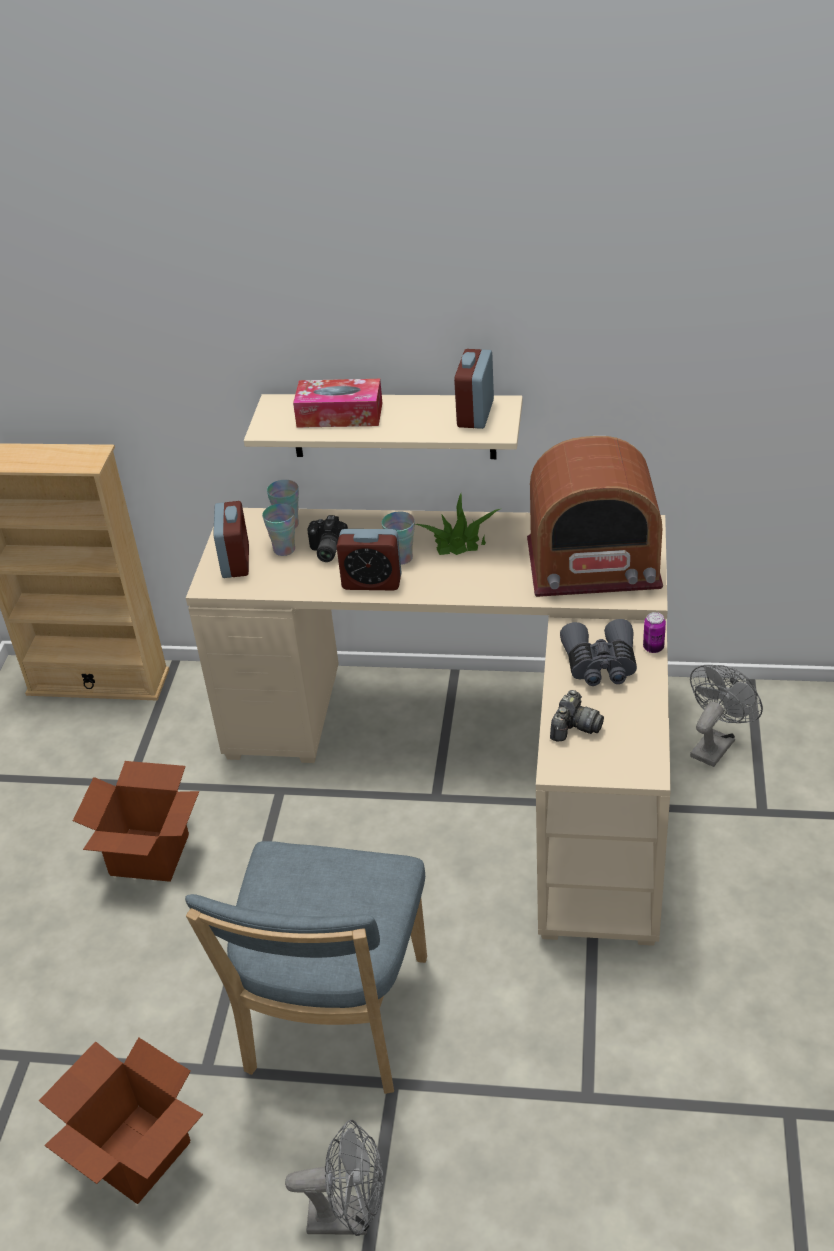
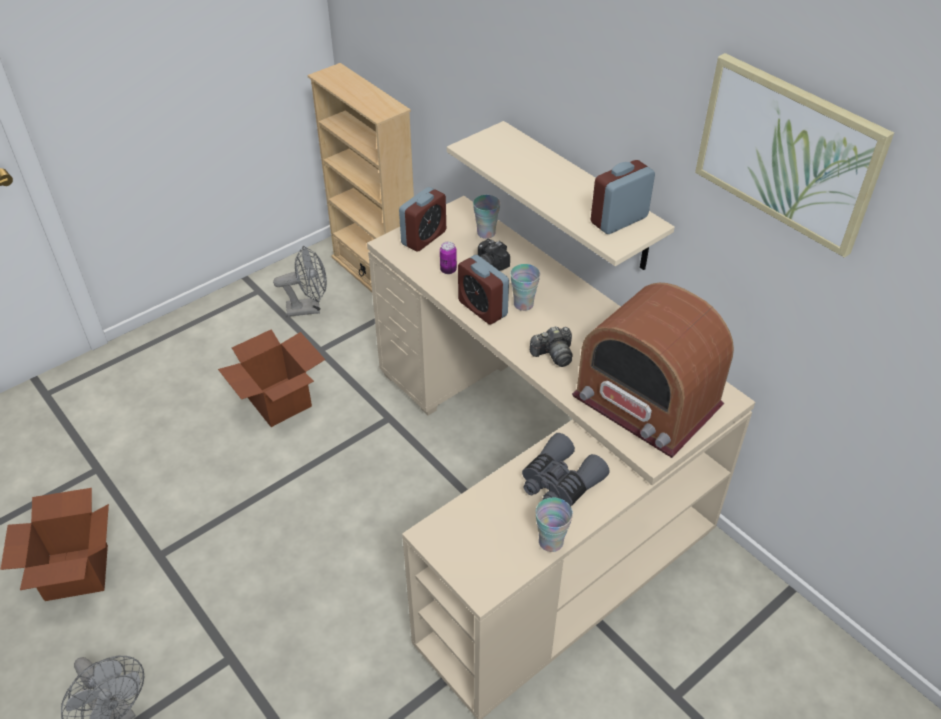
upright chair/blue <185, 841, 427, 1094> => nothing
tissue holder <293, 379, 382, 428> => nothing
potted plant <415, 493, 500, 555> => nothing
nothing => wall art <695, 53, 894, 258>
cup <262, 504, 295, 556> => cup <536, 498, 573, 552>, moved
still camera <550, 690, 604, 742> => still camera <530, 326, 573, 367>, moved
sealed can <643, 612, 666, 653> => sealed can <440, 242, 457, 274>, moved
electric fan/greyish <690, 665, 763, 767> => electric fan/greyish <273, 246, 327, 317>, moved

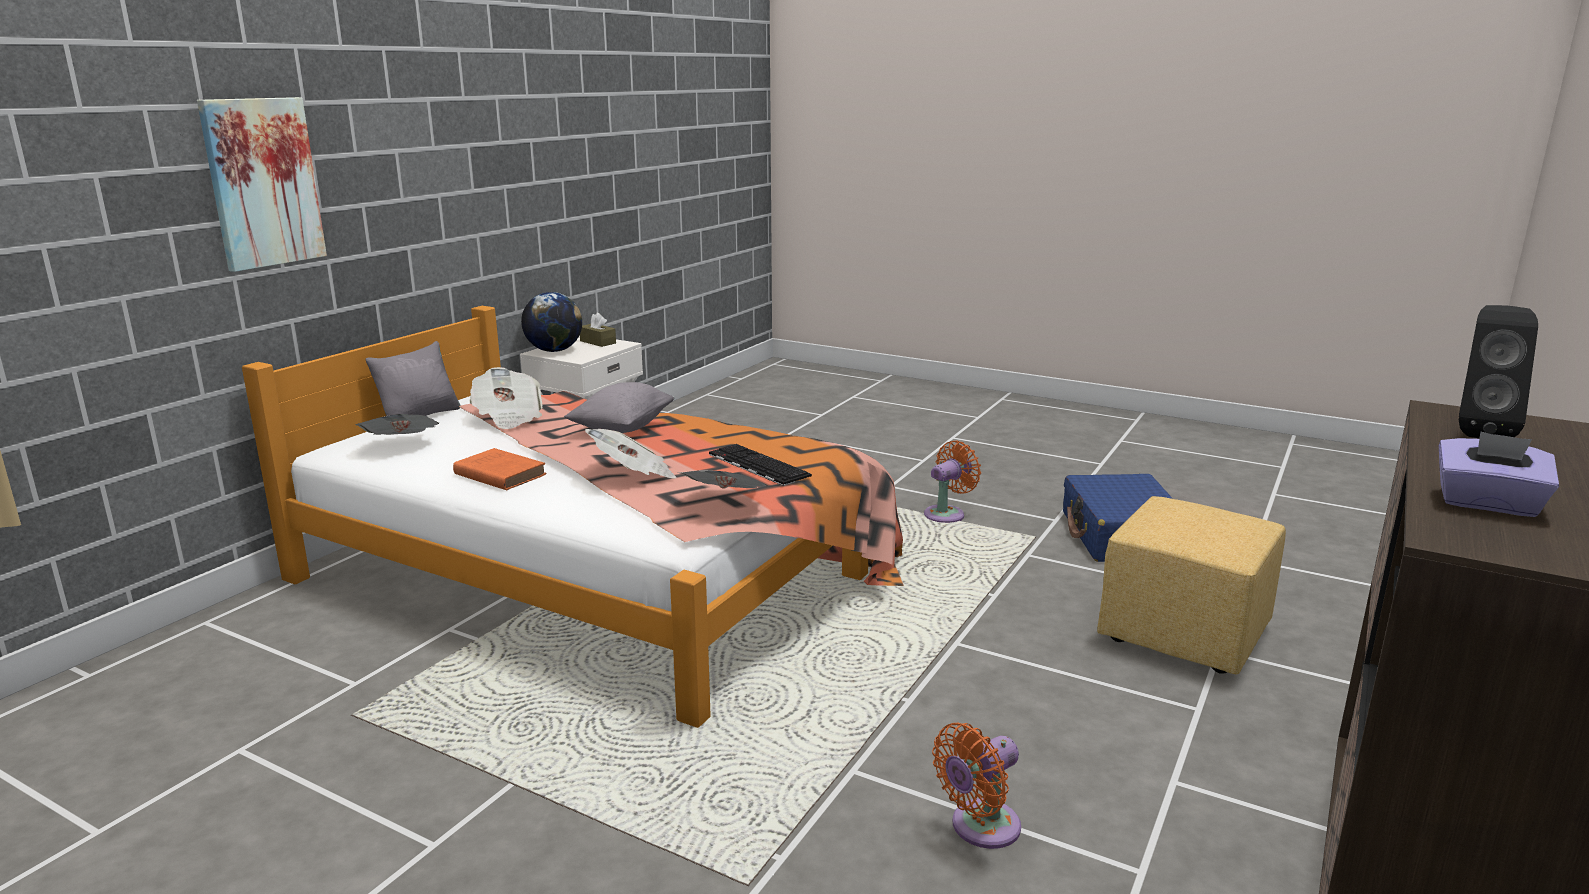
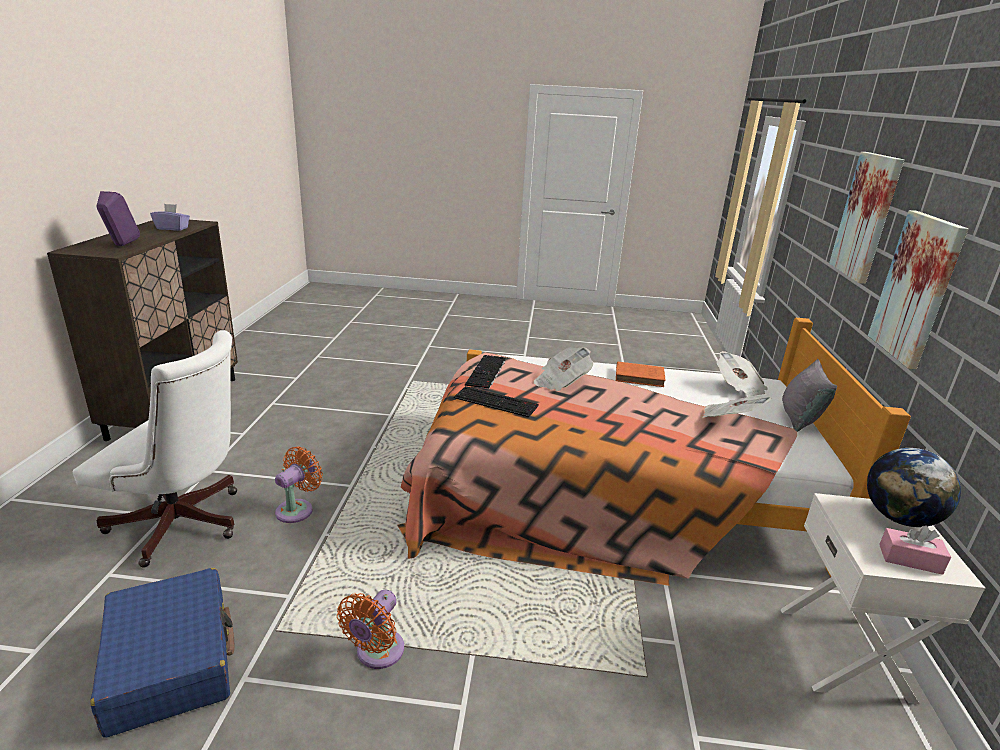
cushion/greyish <564, 382, 674, 433> => nothing
nothing => wall art <868, 210, 968, 369>
electric fan/orange <932, 722, 1021, 849> => electric fan/orange <275, 446, 323, 523>, moved
daily paper <677, 470, 767, 489> => PC keyboard <465, 355, 506, 389>
pouffe/yellow-coloured <1097, 496, 1286, 674> => desk chair/whitish <73, 330, 237, 568>
tissue holder/brown-coloured <580, 313, 616, 347> => tissue holder/pink <879, 525, 951, 575>
loudspeaker/black <1459, 305, 1538, 439> => loudspeaker/purple <96, 191, 140, 246>

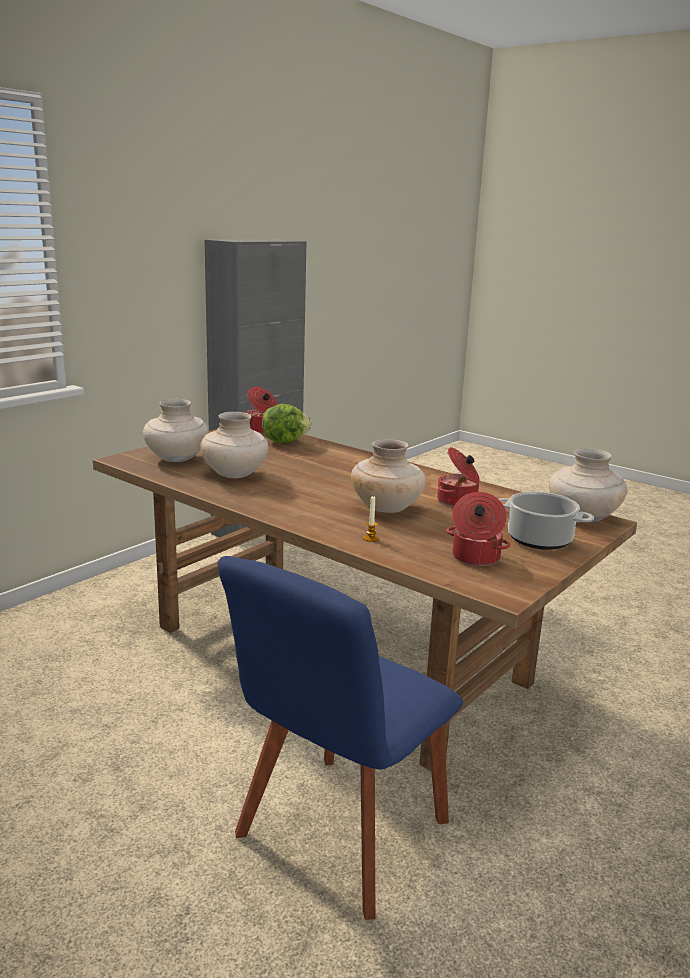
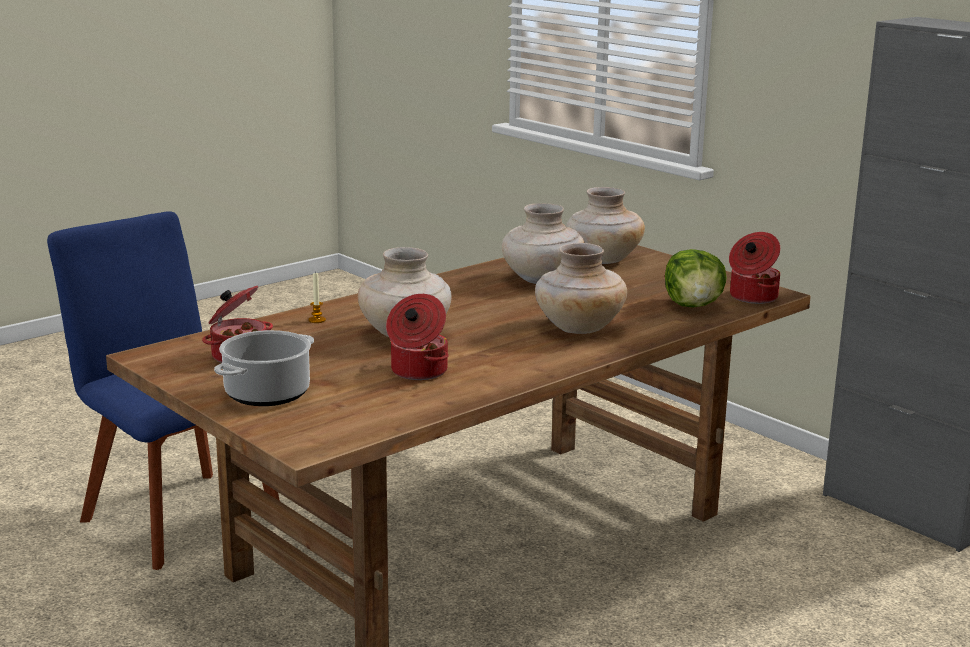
vase/beige-coloured <549, 448, 627, 523> => vase/beige-coloured <535, 243, 627, 334>, moved

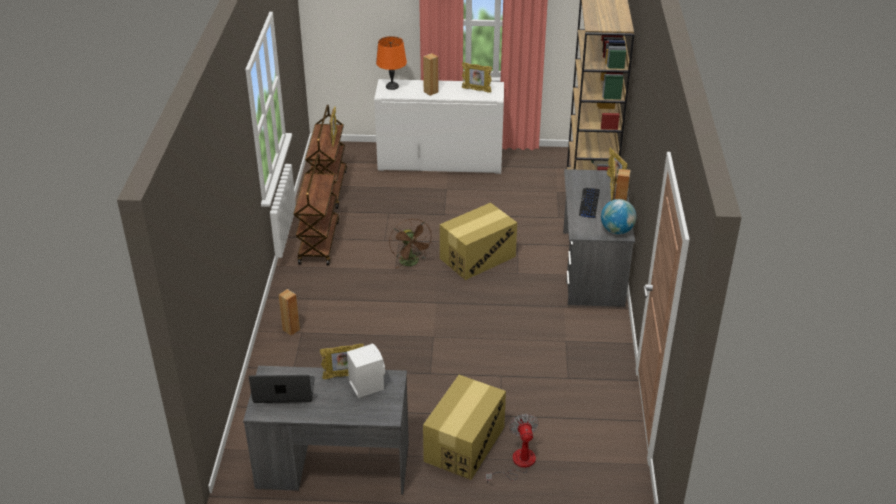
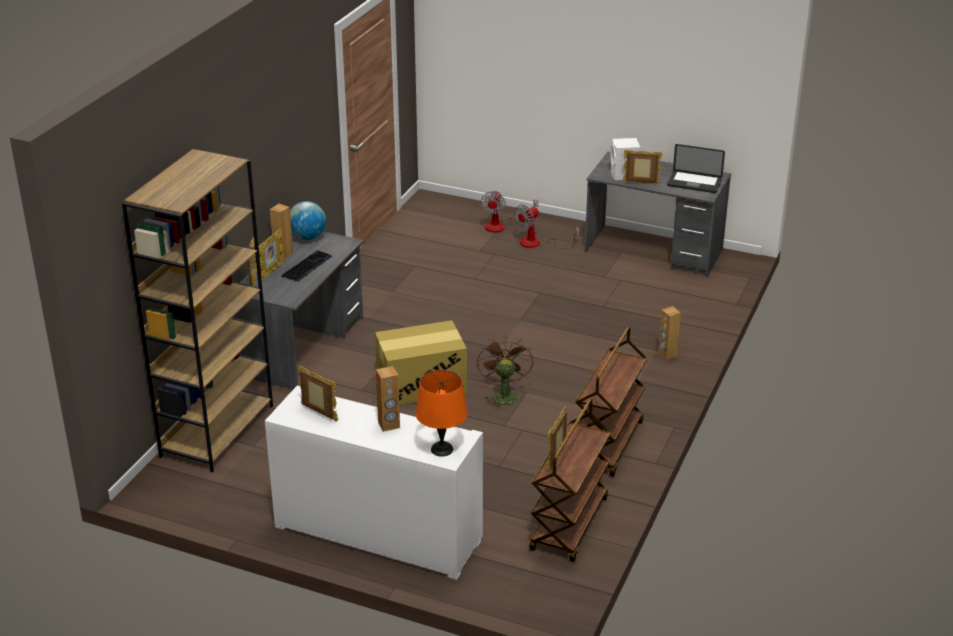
carton <423, 375, 506, 480> => electric fan <515, 204, 580, 249>

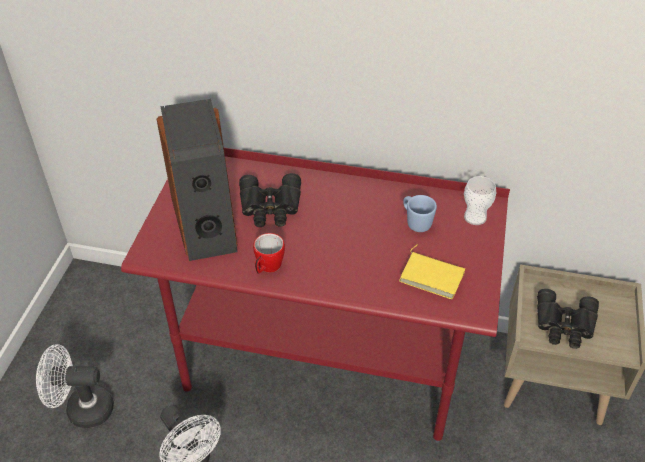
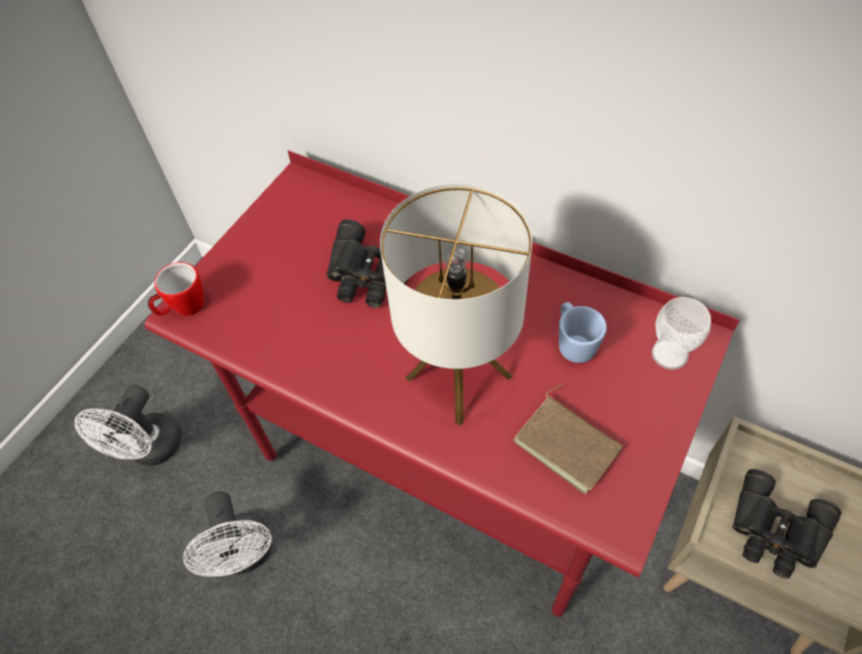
loudspeaker <157, 99, 237, 261> => nothing
nothing => table lamp <380, 184, 532, 426>
coffee mug <253, 233, 285, 274> => coffee mug <148, 262, 204, 316>, moved
volume/yellow-coloured <399, 244, 465, 299> => volume/brown-coloured <513, 384, 623, 495>
electric fan/whitish <36, 344, 114, 428> => electric fan/whitish <74, 385, 182, 466>, 90 degrees counterclockwise

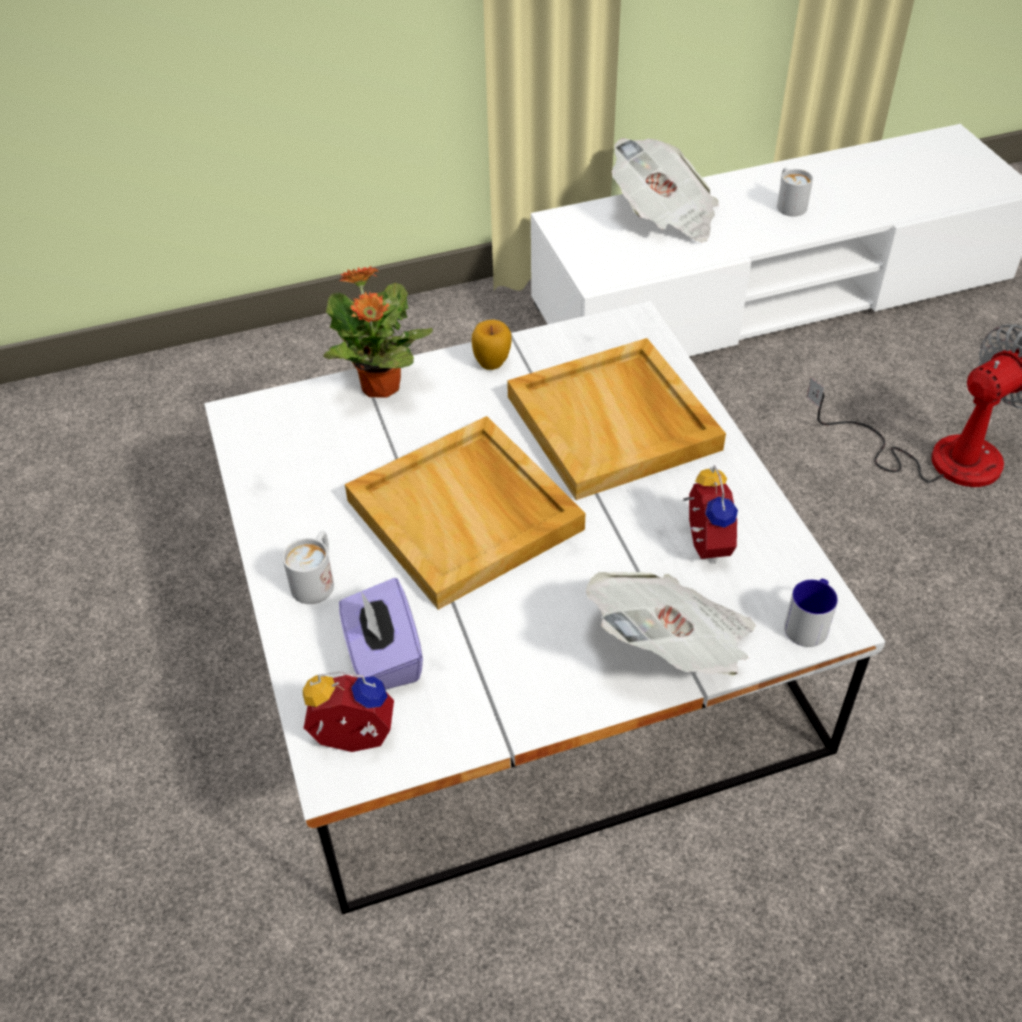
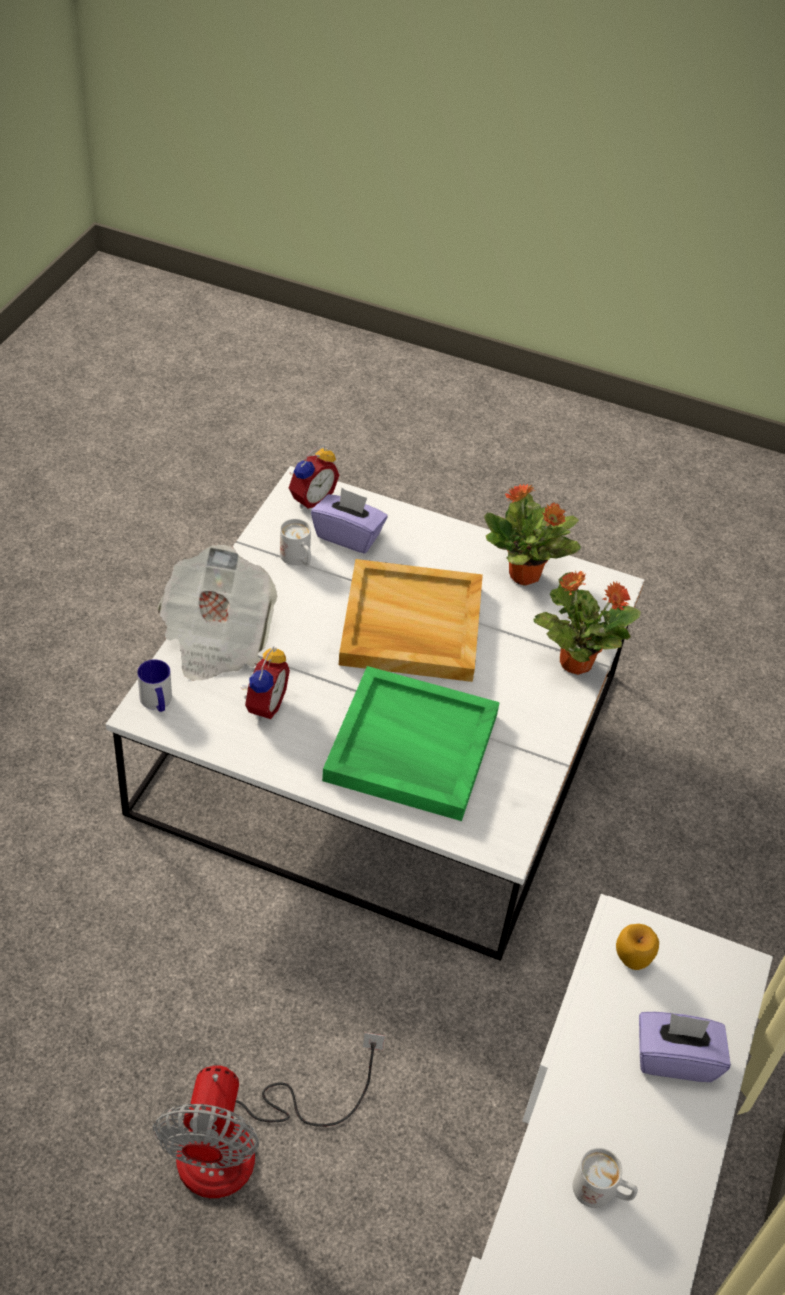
nothing => potted plant <484, 484, 581, 586>
coffee mug/whitish <283, 531, 334, 604> => coffee mug/whitish <280, 519, 311, 566>, moved
apple fruit <472, 320, 512, 370> => apple fruit <616, 924, 659, 970>, moved
daily paper <611, 138, 719, 242> => tissue holder/purple <639, 1012, 731, 1082>
tray/beige-coloured <507, 338, 726, 500> => tray/greenish <322, 666, 500, 821>
bedside clock <682, 465, 738, 564> => bedside clock <240, 646, 290, 721>, 105 degrees counterclockwise

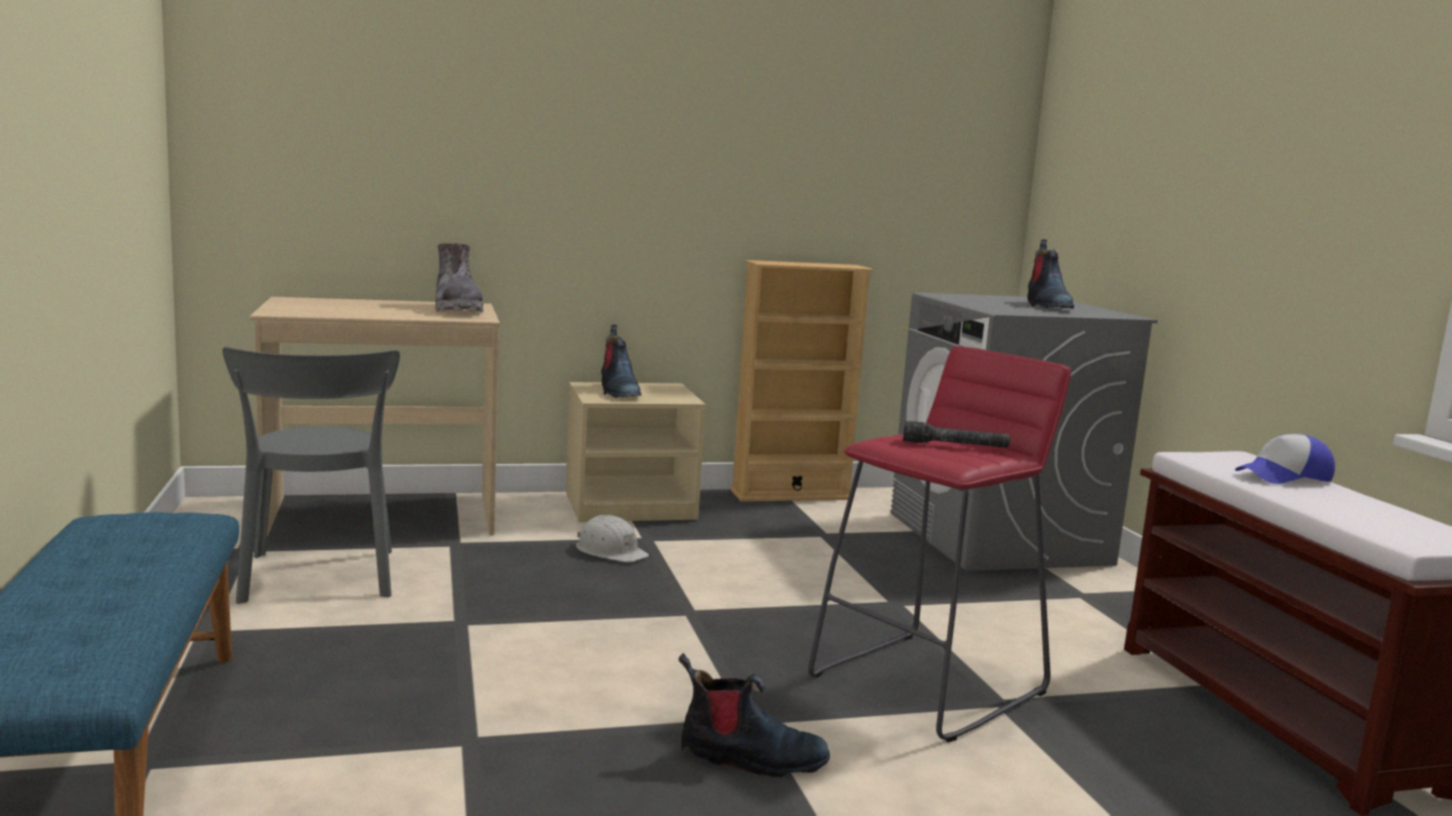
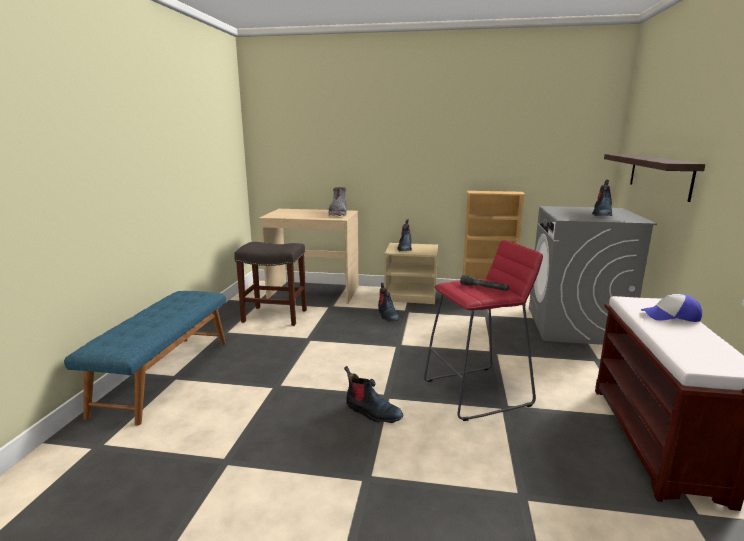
nothing => wall shelf <604, 154, 705, 202>
upright chair/greyish <223, 347, 400, 604> => stool/greyish <234, 242, 307, 326>
work helmet/whitish <576, 515, 649, 562> => tall boot <378, 283, 400, 322>

